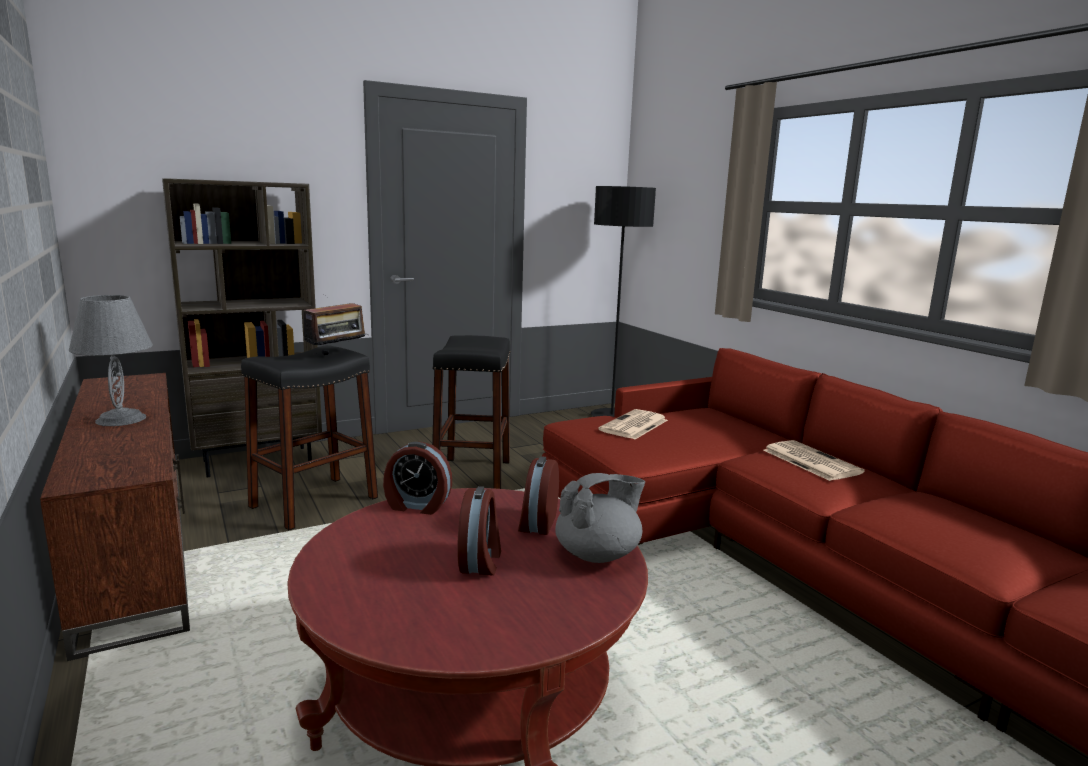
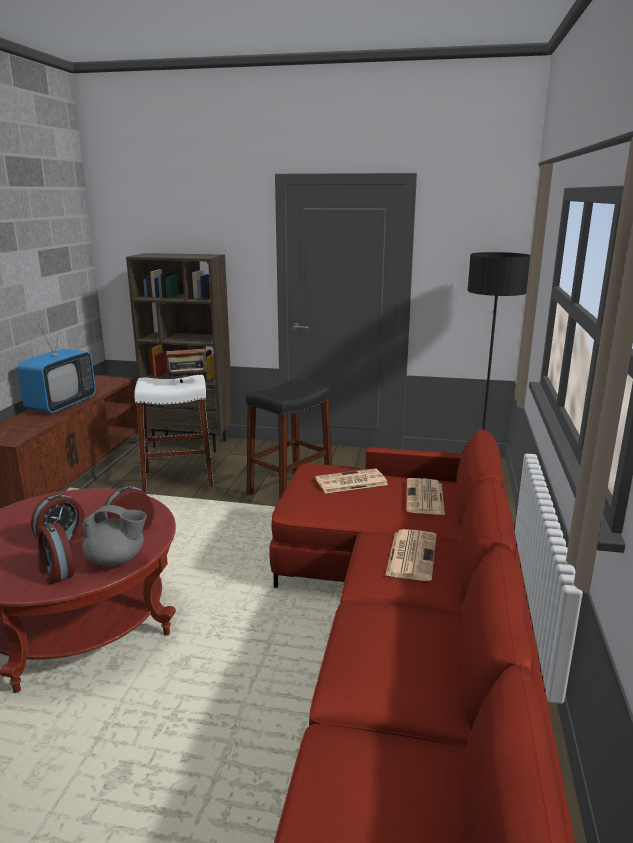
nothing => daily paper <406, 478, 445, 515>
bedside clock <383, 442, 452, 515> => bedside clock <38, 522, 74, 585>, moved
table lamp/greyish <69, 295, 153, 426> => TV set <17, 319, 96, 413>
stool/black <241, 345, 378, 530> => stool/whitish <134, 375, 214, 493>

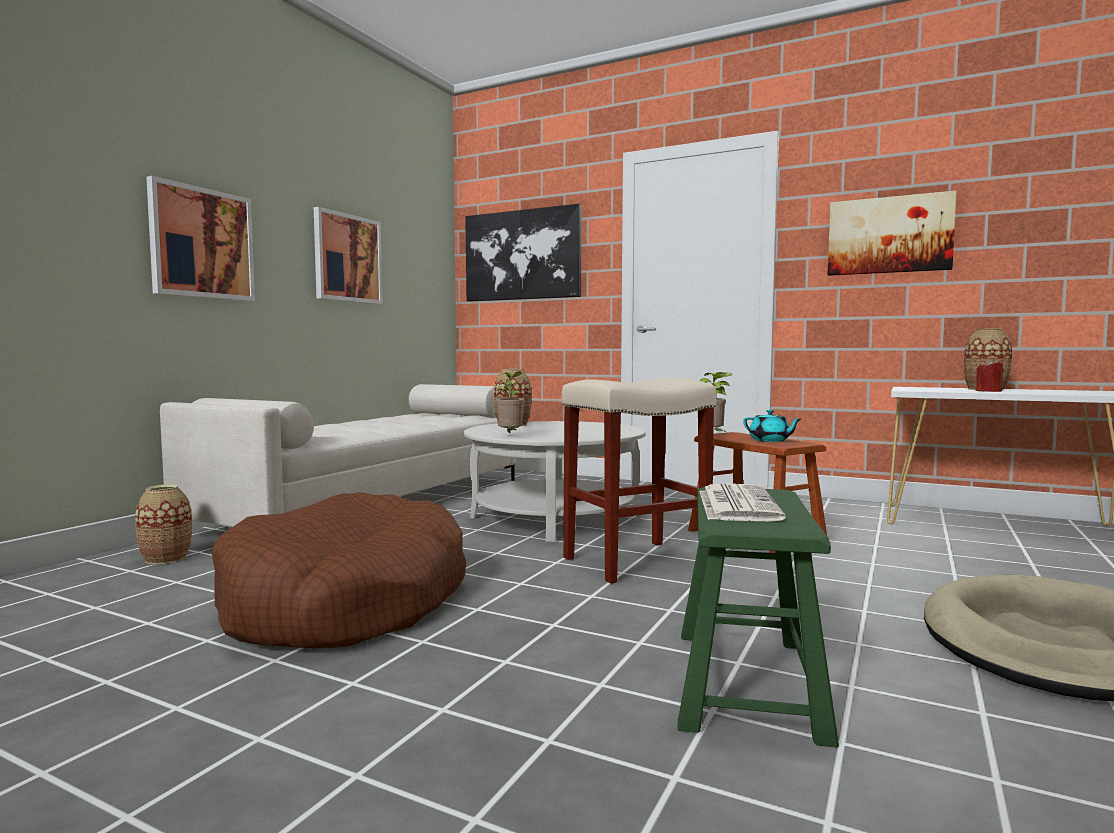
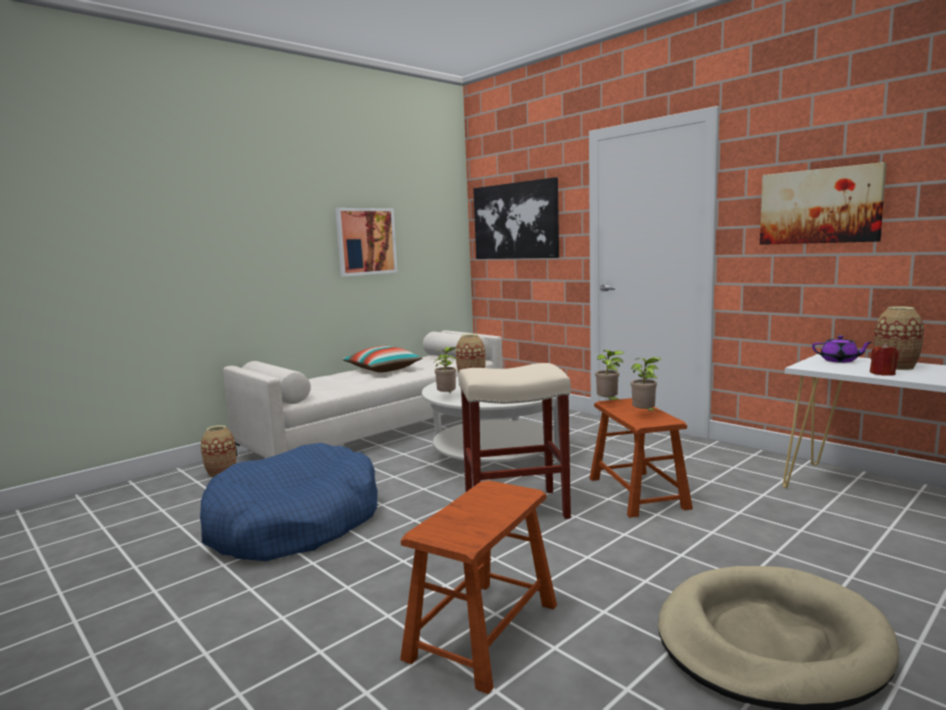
wall art <146, 176, 255, 301> => nothing
daily paper <699, 483, 786, 522> => nothing
nothing => cushion <342, 346, 423, 373>
nothing => tea pot/purple <812, 335, 872, 363>
tea pot/turquoise-coloured <743, 410, 801, 442> => potted plant <631, 357, 661, 411>
dog cushion/brown-coloured <212, 492, 466, 649> => dog cushion/blue <200, 443, 378, 561>
stool/greenish <677, 487, 839, 748> => stool/brown-coloured <400, 480, 557, 694>

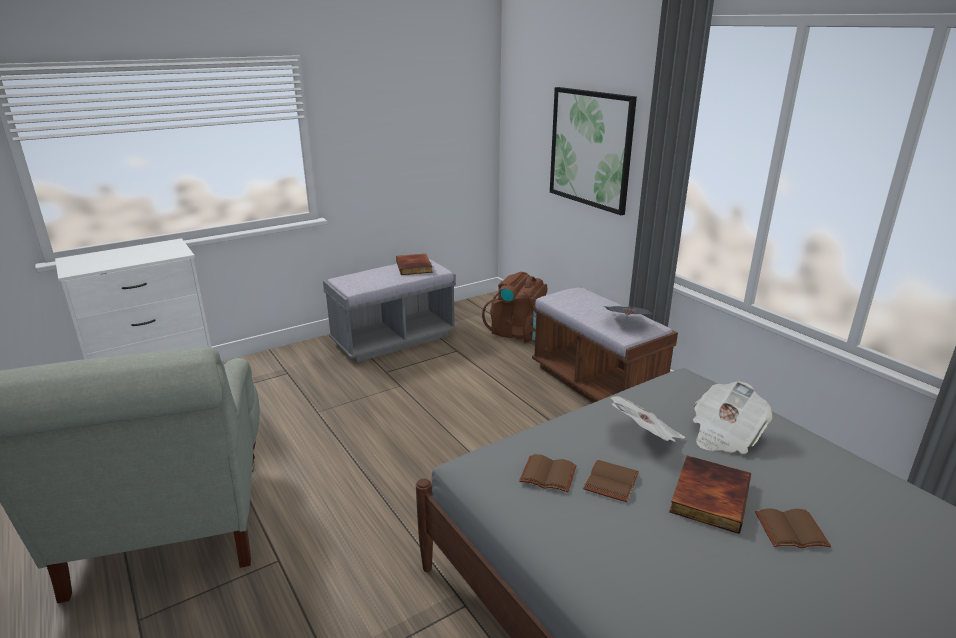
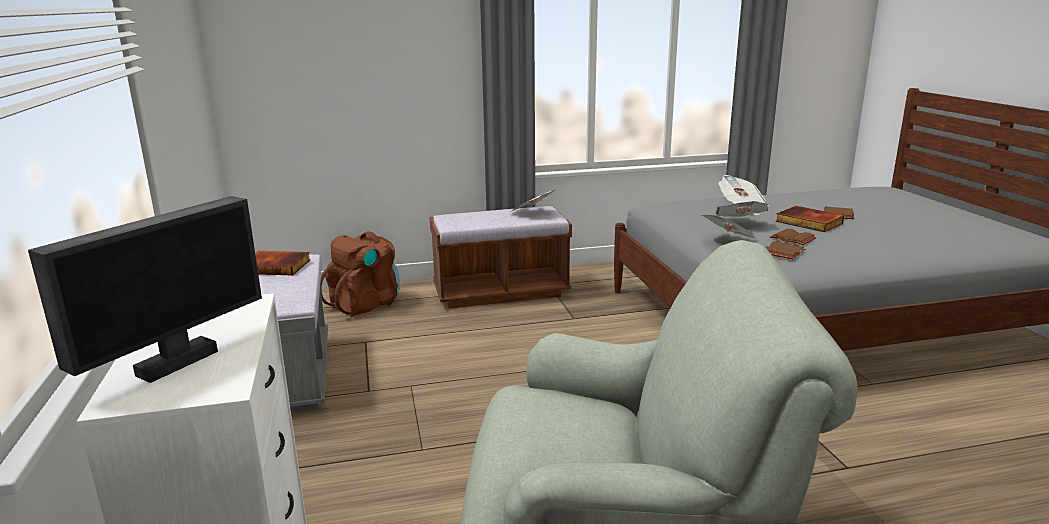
wall art <550, 87, 637, 215> => nothing
nothing => monitor <28, 196, 262, 383>
nothing => daily paper <701, 215, 756, 238>

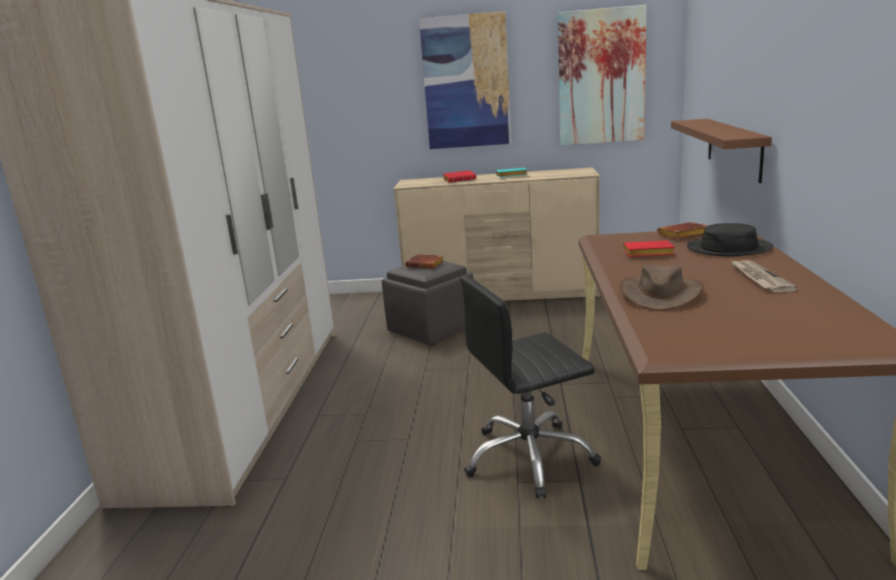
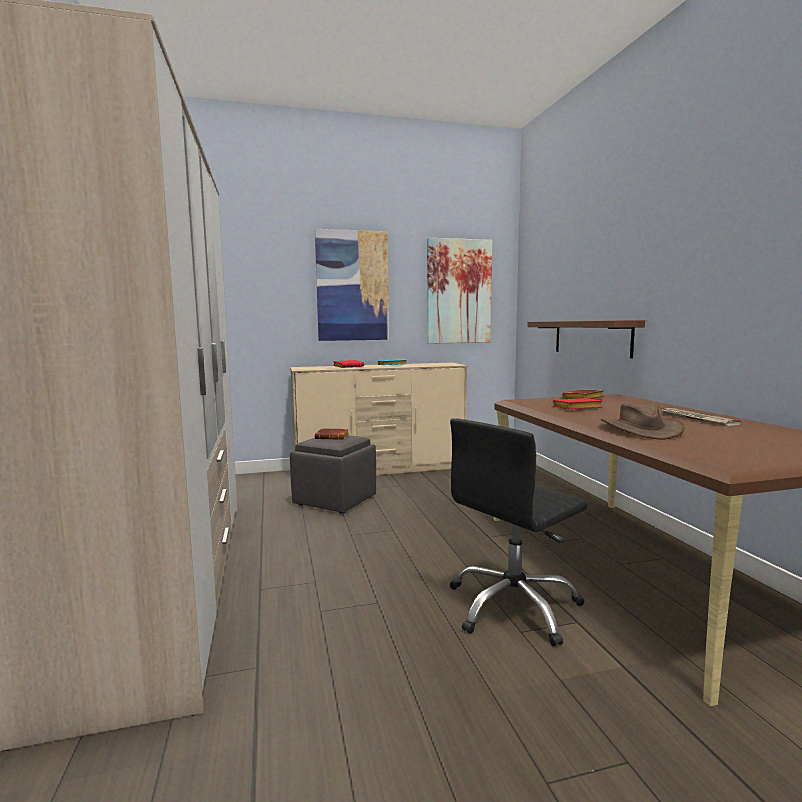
clothing hat/black <687, 223, 773, 256> => nothing

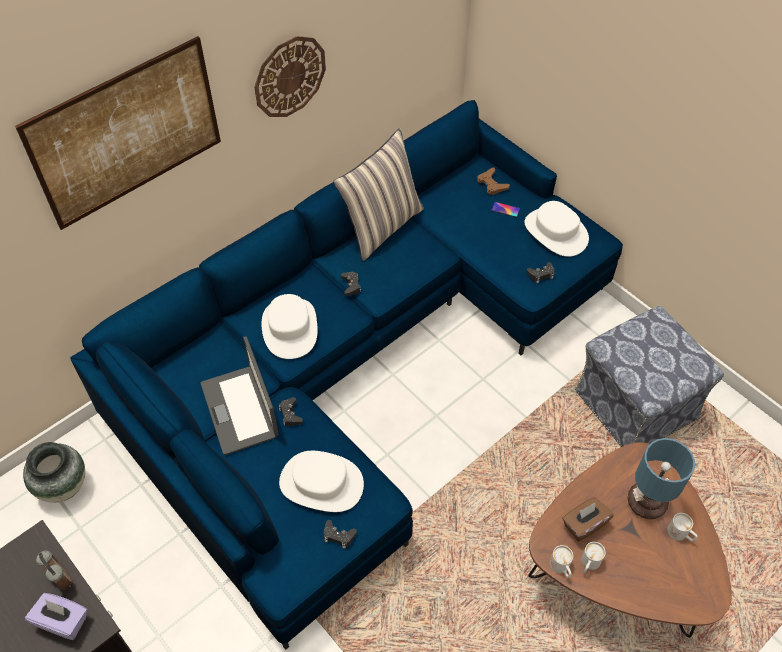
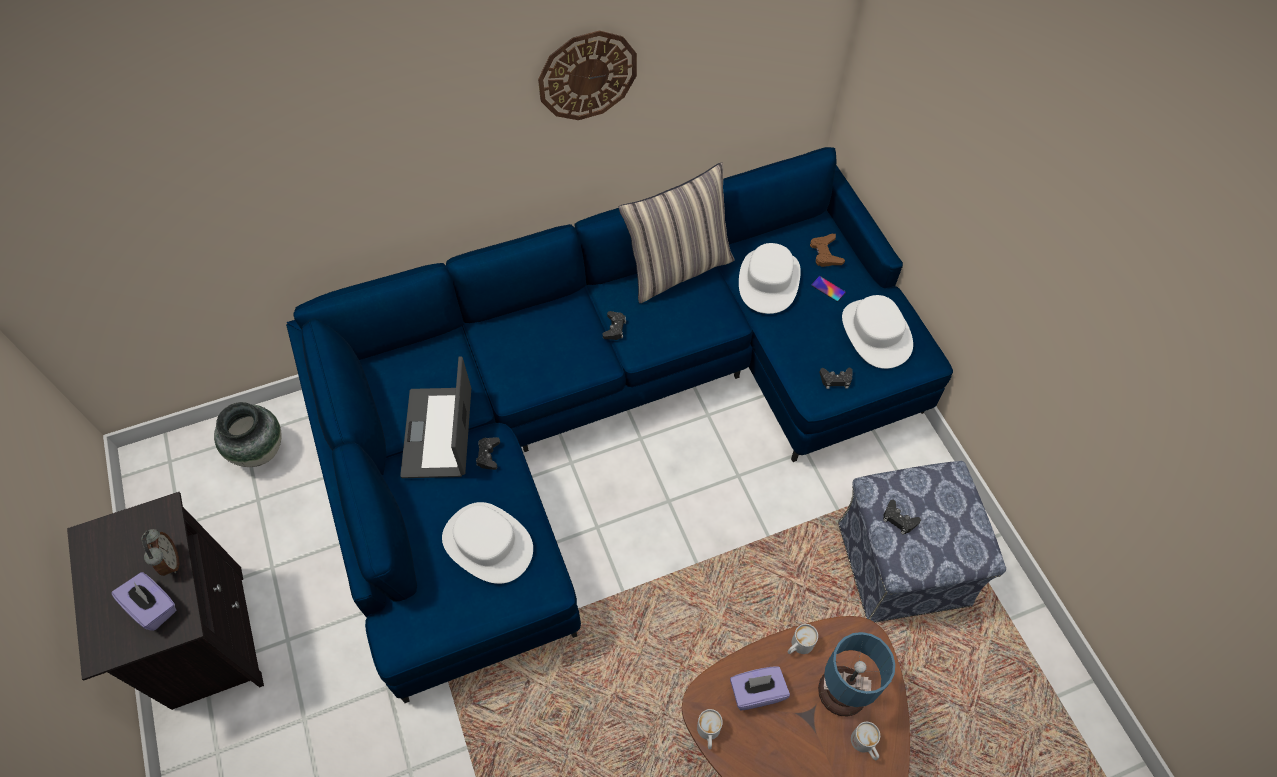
wall art <15, 36, 221, 230> => nothing
clothing hat/whitish <262, 294, 318, 359> => clothing hat/whitish <739, 243, 801, 314>, moved
game controller/black <324, 520, 357, 549> => game controller/black <883, 500, 921, 535>, moved
coffee mug/whitish <581, 542, 606, 573> => coffee mug/whitish <788, 624, 818, 654>, moved
tissue holder/brown-coloured <562, 497, 614, 542> => tissue holder/purple <730, 666, 790, 711>

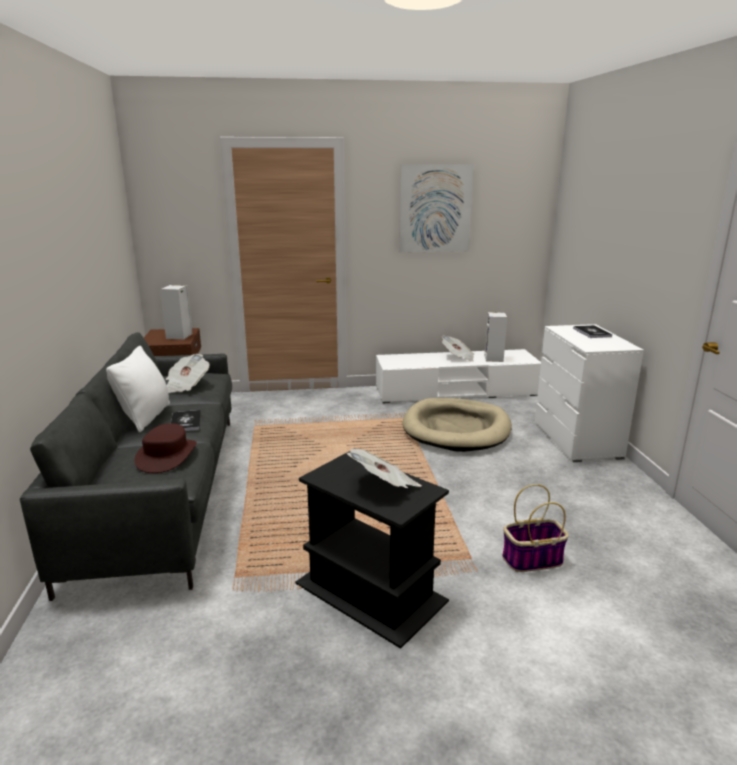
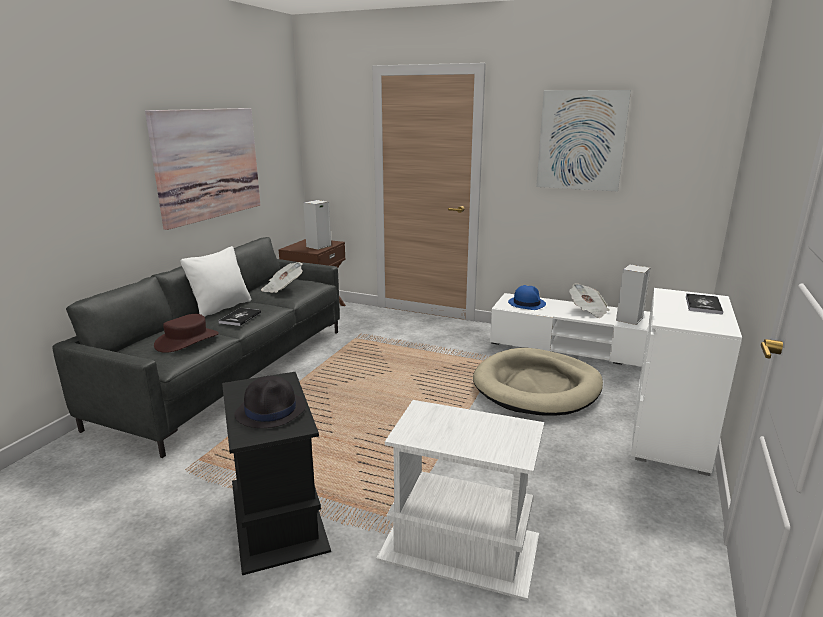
nothing => wall art <145, 108, 260, 230>
nothing => clothing hat/blue <508, 285, 546, 310>
daily paper <346, 449, 422, 488> => clothing hat/black <234, 376, 306, 428>
storage basket <502, 484, 569, 572> => side table/whitish <376, 400, 544, 601>

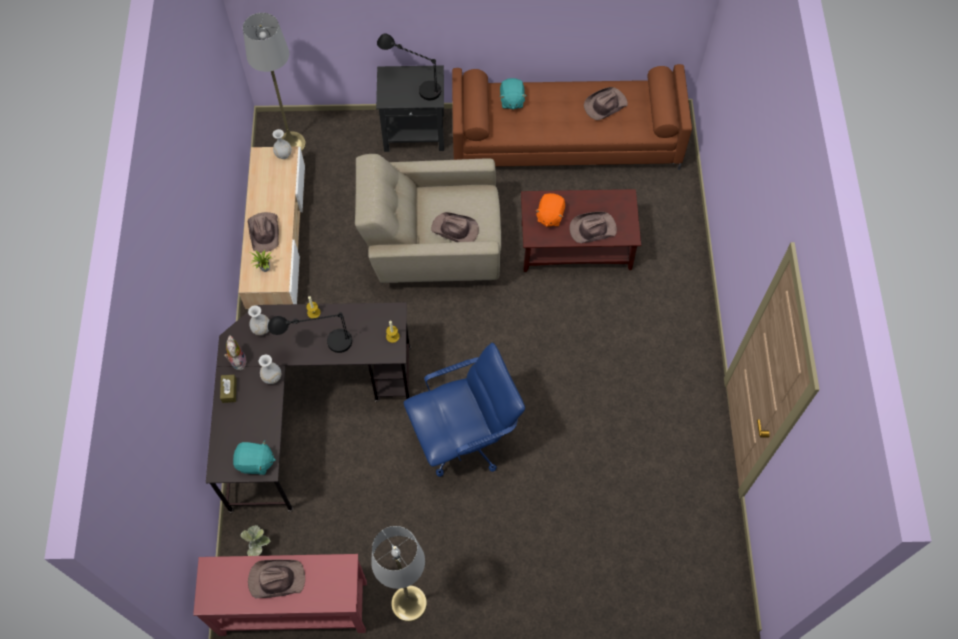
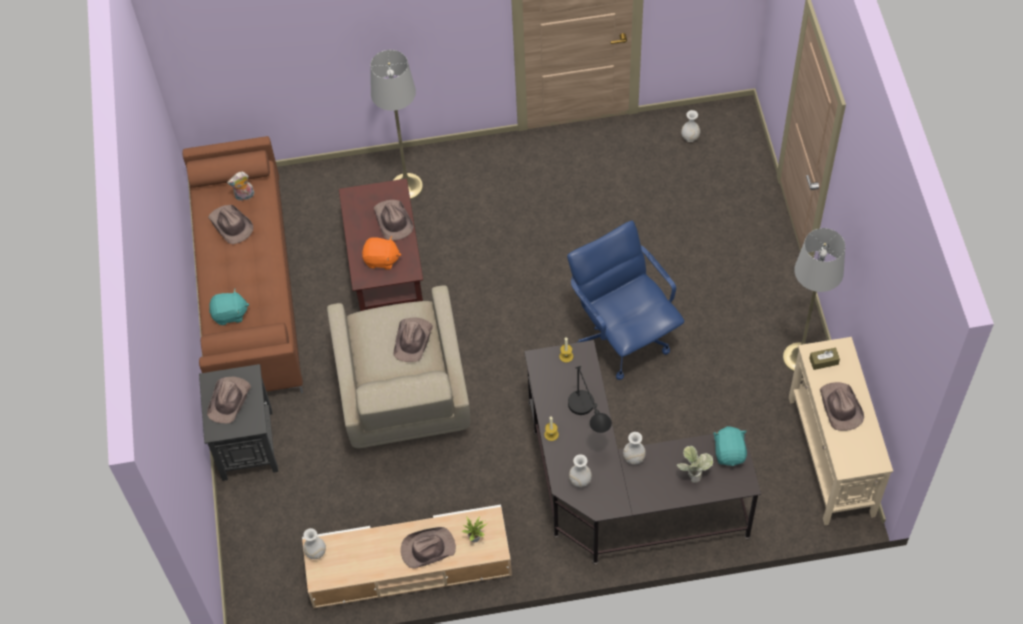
nothing => vase/whitish <681, 110, 700, 142>
tissue holder/brown-coloured <220, 375, 237, 403> => tissue holder/brown-coloured <809, 348, 840, 370>, moved
soft toy <224, 335, 247, 370> => soft toy <227, 171, 254, 201>, moved
potted plant <240, 525, 270, 556> => potted plant <677, 446, 713, 483>, moved
floor lamp/greyish <243, 13, 306, 151> => floor lamp/greyish <370, 50, 423, 200>, moved
table lamp/black <377, 33, 441, 100> => clothing hat/brown-coloured <207, 377, 251, 423>
narrow table/red <193, 554, 367, 636> => narrow table/beige-coloured <789, 337, 893, 525>

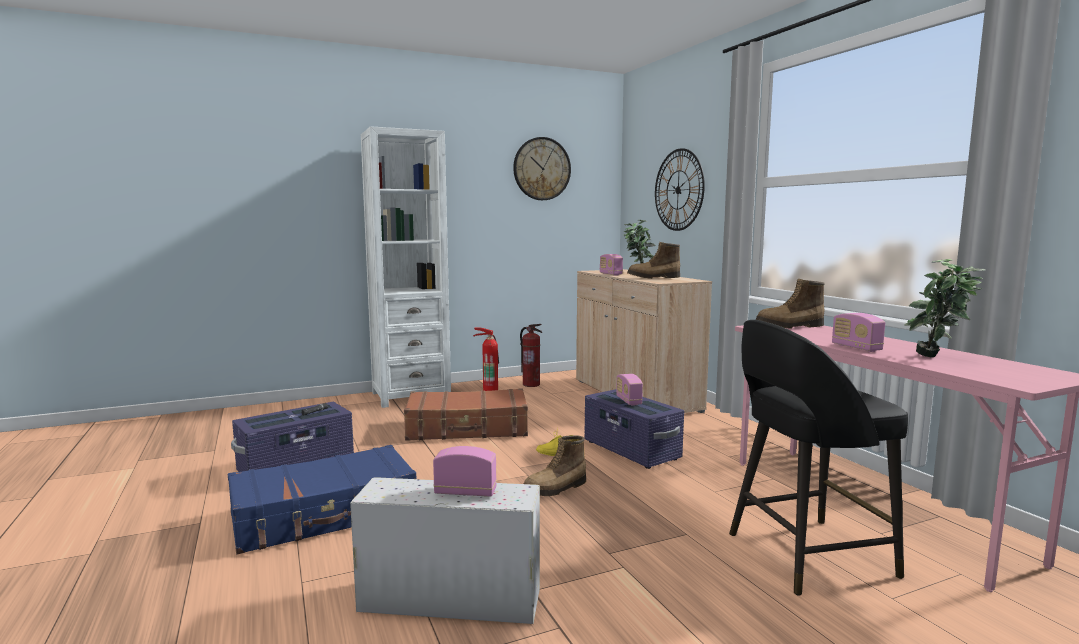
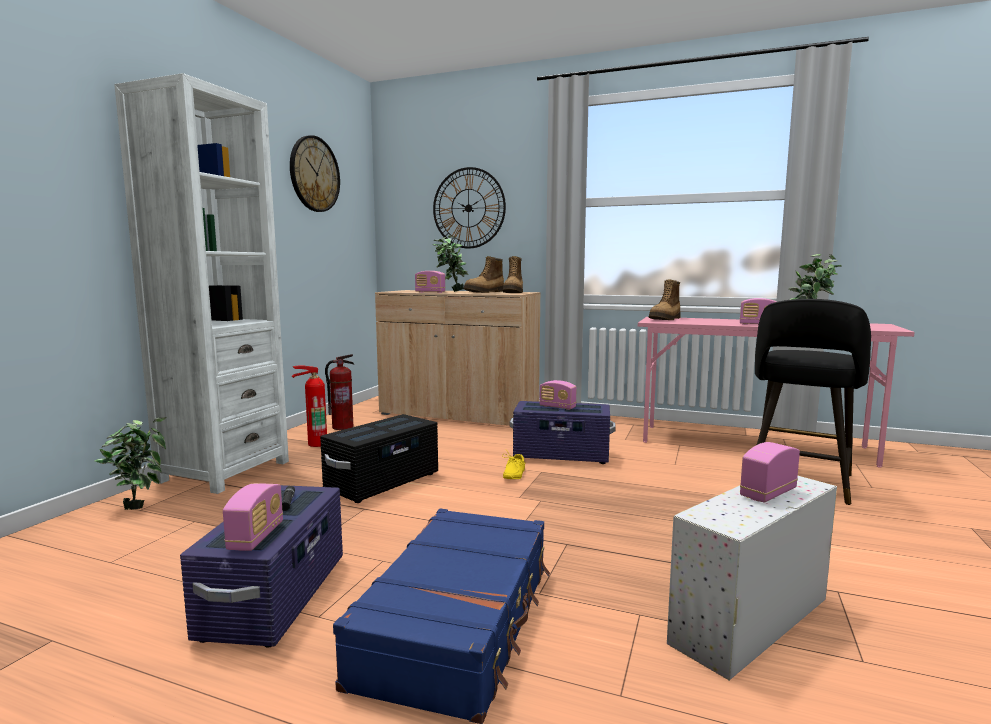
nothing => potted plant <95, 417, 166, 510>
nothing => radio receiver <223, 483, 283, 551>
tall boot <524, 435, 586, 496> => tall boot <502, 256, 523, 293>, moved
piece of luggage/brown-coloured <404, 388, 528, 441> => storage container/black <320, 414, 438, 503>

